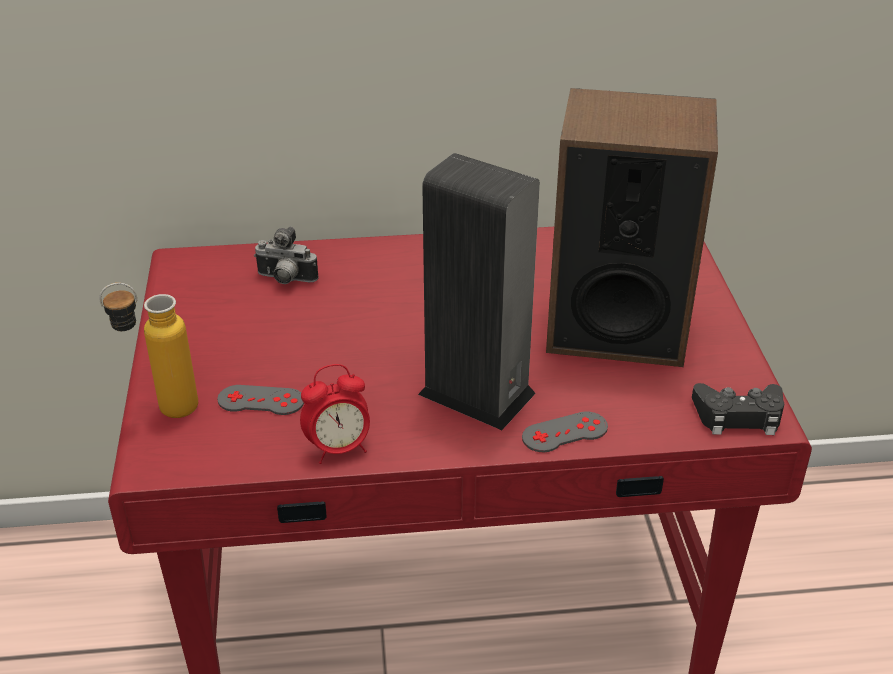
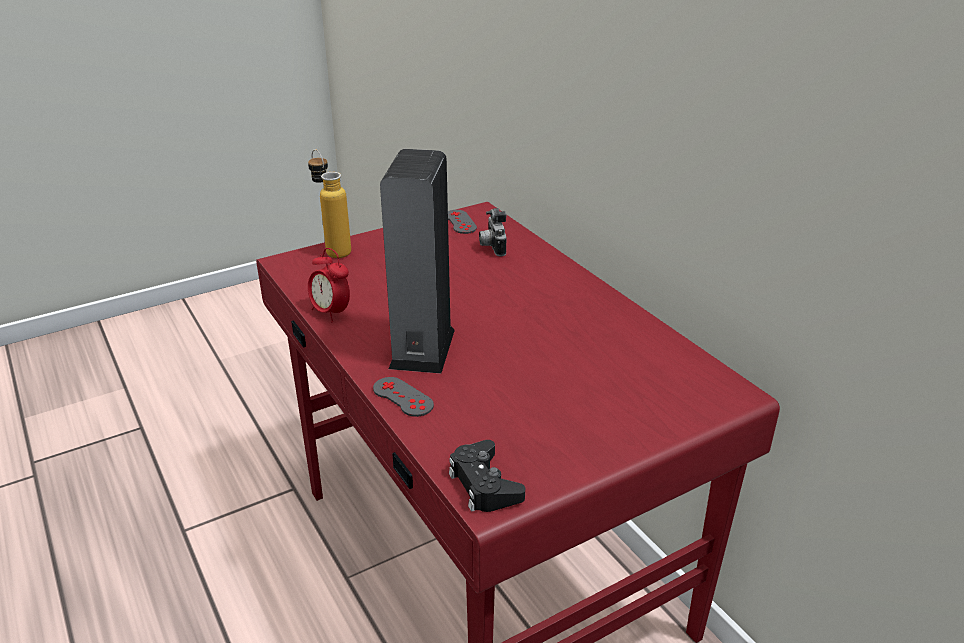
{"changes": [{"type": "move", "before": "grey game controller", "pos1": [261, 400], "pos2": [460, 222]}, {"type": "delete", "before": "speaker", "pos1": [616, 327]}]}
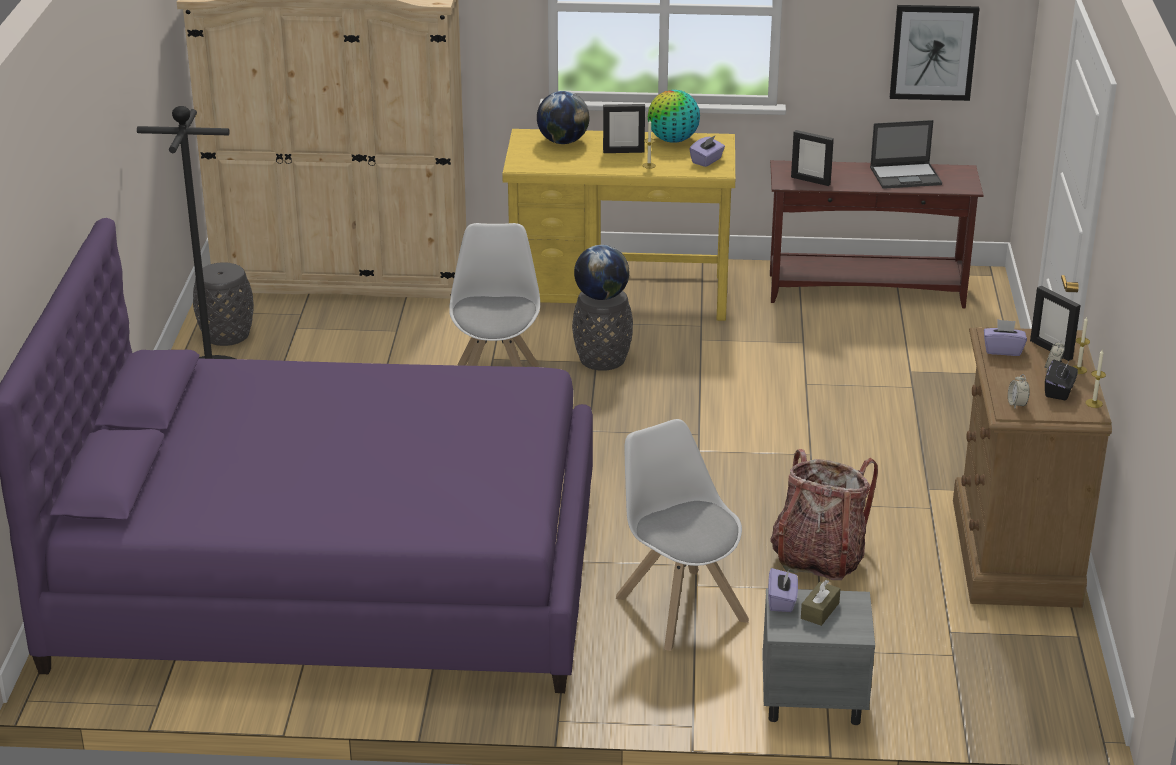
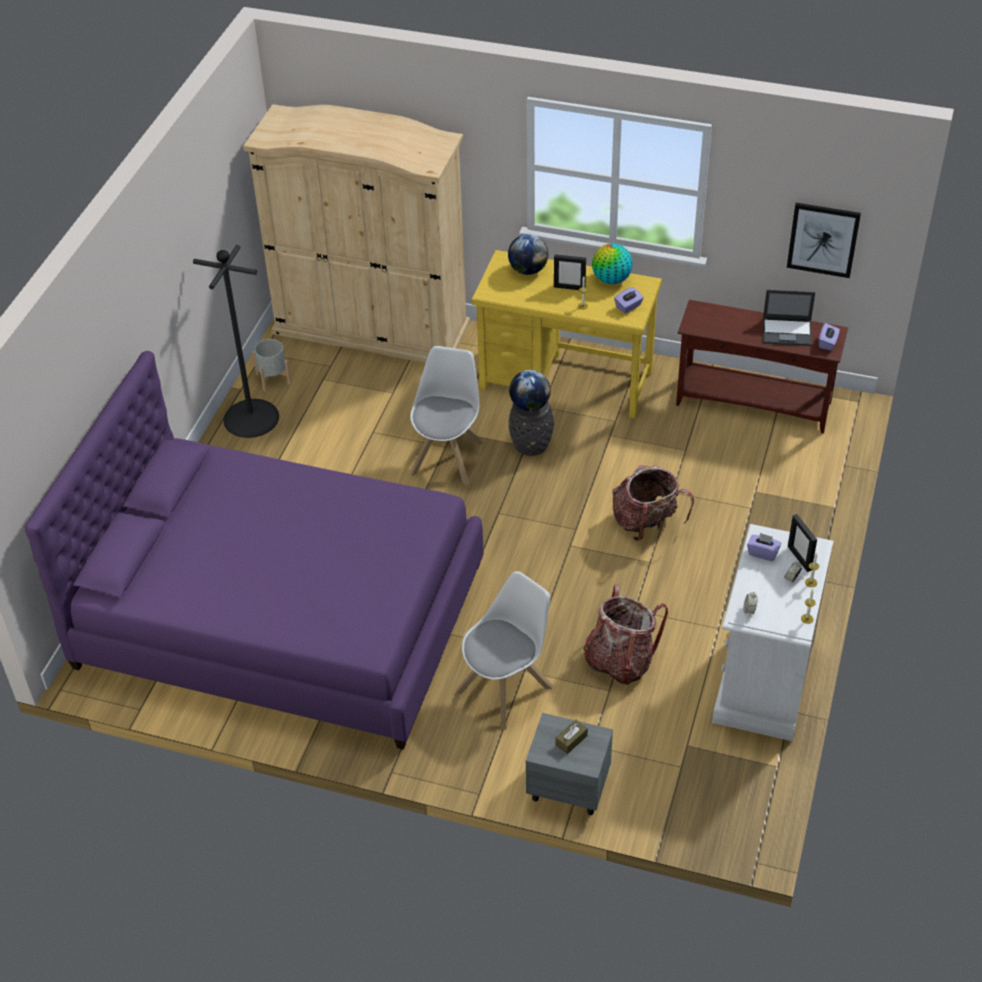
{"changes": [{"type": "replace", "before": "grey stool", "after": "grey planter", "pos1": [226, 335], "pos2": [273, 379]}, {"type": "rotate", "before": "chair", "pos1": [679, 606], "pos2": [506, 688], "turn": 60}, {"type": "insert", "after": "backpack", "pos2": [646, 523]}, {"type": "recolor", "before": "brown dresser", "after": "white dresser", "pos1": [1015, 552], "pos2": [764, 681]}, {"type": "move", "before": "purple tissue box", "pos1": [782, 601], "pos2": [827, 343]}, {"type": "delete", "before": "picture frame", "pos1": [811, 180]}, {"type": "delete", "before": "black tissue box", "pos1": [1059, 391]}]}
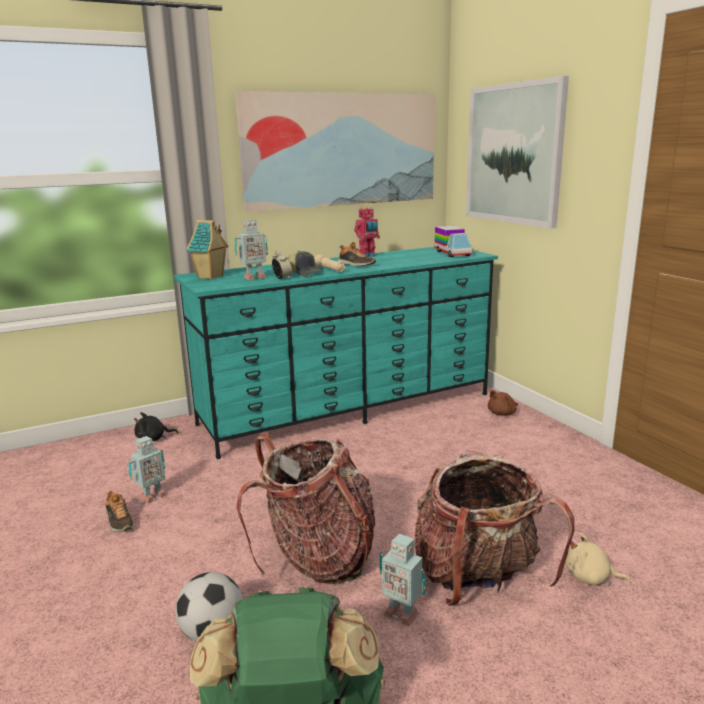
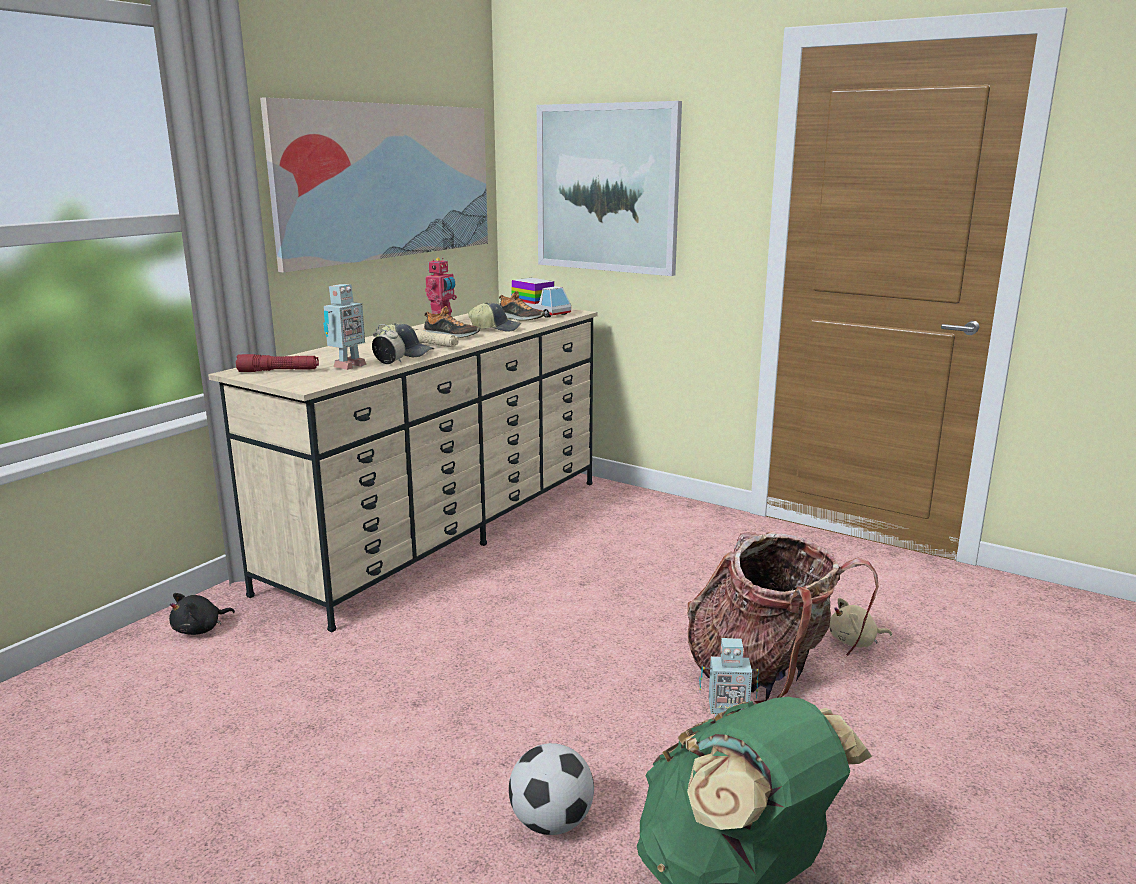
{"changes": [{"type": "recolor", "before": "turquoise dresser", "after": "beige dresser", "pos1": [348, 408], "pos2": [443, 531]}, {"type": "replace", "before": "toy house", "after": "red flashlight", "pos1": [211, 277], "pos2": [278, 371]}, {"type": "insert", "after": "cap", "pos2": [496, 329]}, {"type": "move", "before": "shoe", "pos1": [119, 521], "pos2": [519, 318]}, {"type": "delete", "before": "toy robot", "pos1": [151, 496]}, {"type": "delete", "before": "backpack", "pos1": [318, 558]}, {"type": "delete", "before": "brown plush toy", "pos1": [503, 413]}]}
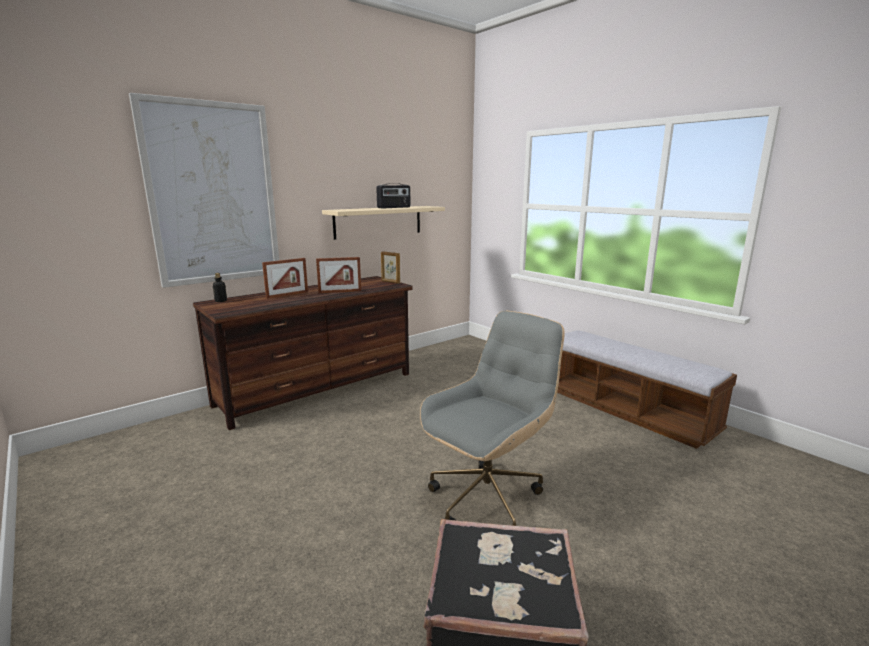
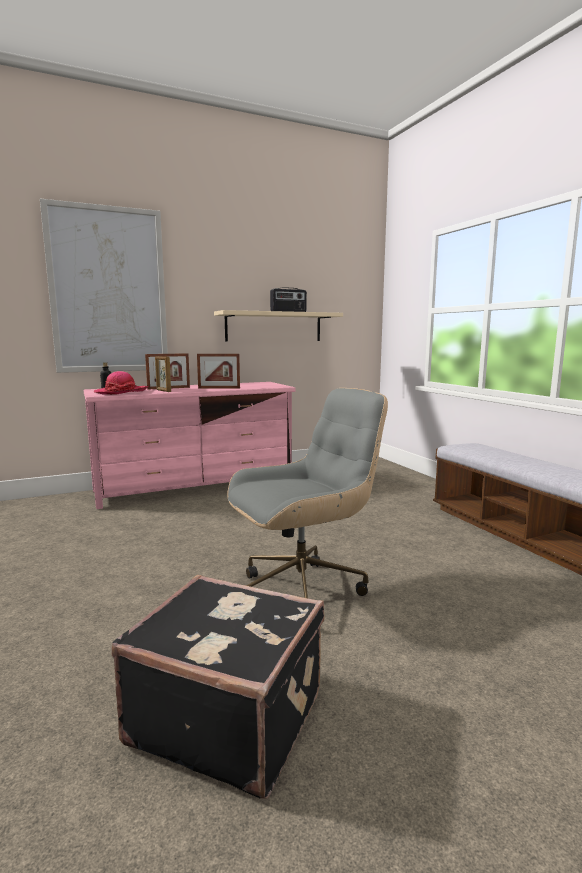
{"changes": [{"type": "recolor", "before": "brown dresser", "after": "pink dresser", "pos1": [319, 389], "pos2": [196, 487]}, {"type": "insert", "after": "hat", "pos2": [121, 392]}, {"type": "move", "before": "picture frame", "pos1": [390, 282], "pos2": [163, 391]}]}
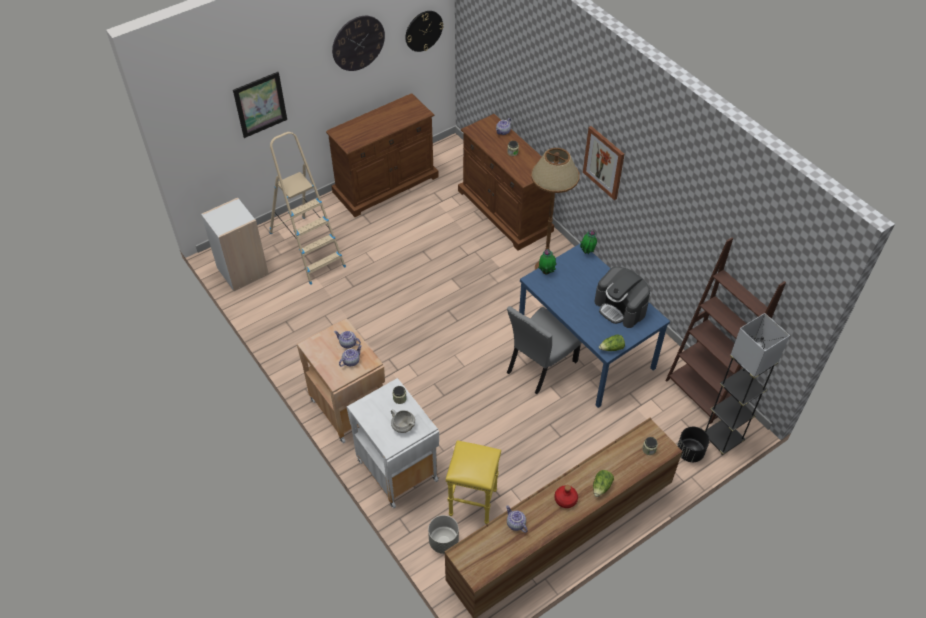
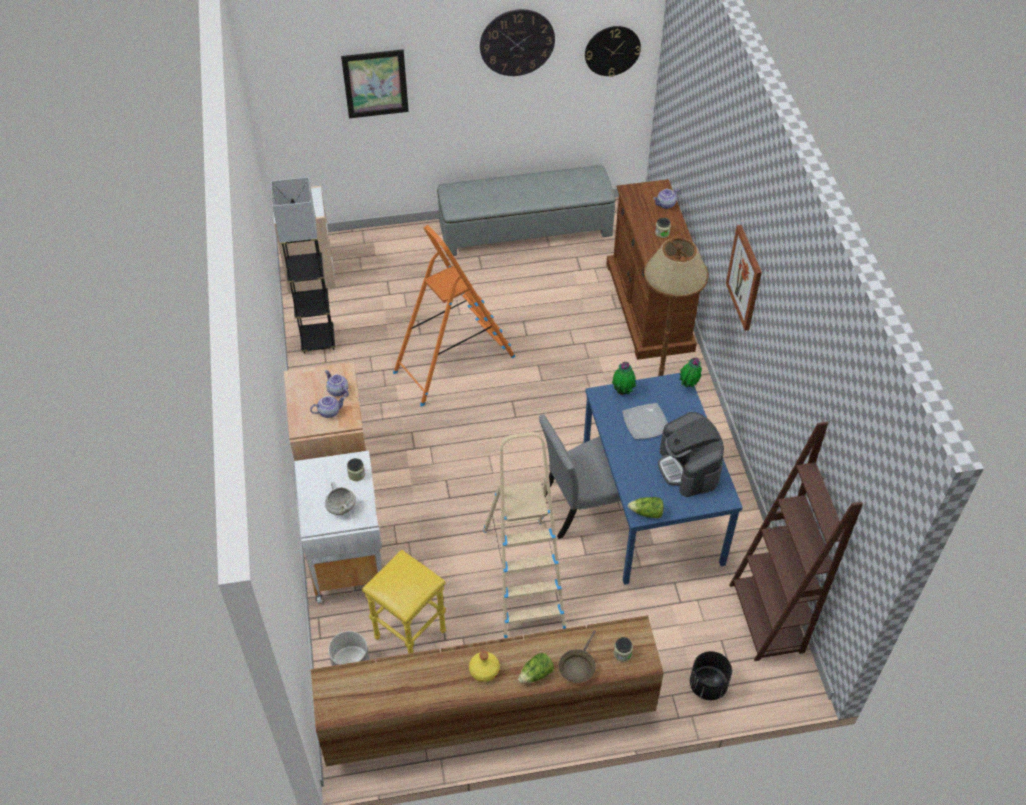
{"changes": [{"type": "move", "before": "grey floor lamp", "pos1": [722, 438], "pos2": [318, 340]}, {"type": "insert", "after": "orange step ladder", "pos2": [455, 364]}, {"type": "replace", "before": "brown dresser", "after": "grey bench", "pos1": [386, 183], "pos2": [526, 228]}, {"type": "recolor", "before": "red bottle", "after": "yellow bottle", "pos1": [565, 499], "pos2": [484, 670]}, {"type": "move", "before": "beige step ladder", "pos1": [307, 249], "pos2": [523, 578]}, {"type": "insert", "after": "brown frying pan", "pos2": [578, 666]}, {"type": "insert", "after": "plate", "pos2": [645, 422]}, {"type": "delete", "before": "teapot", "pos1": [515, 524]}]}
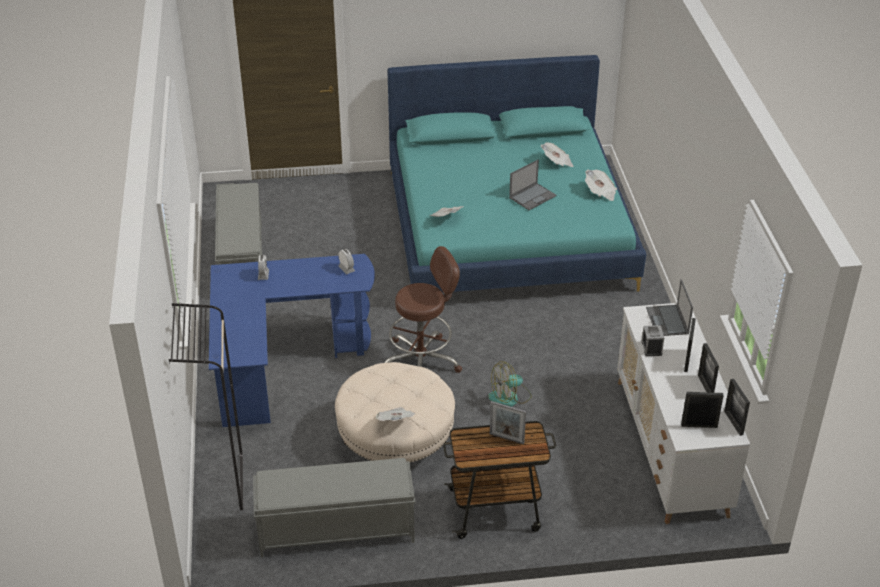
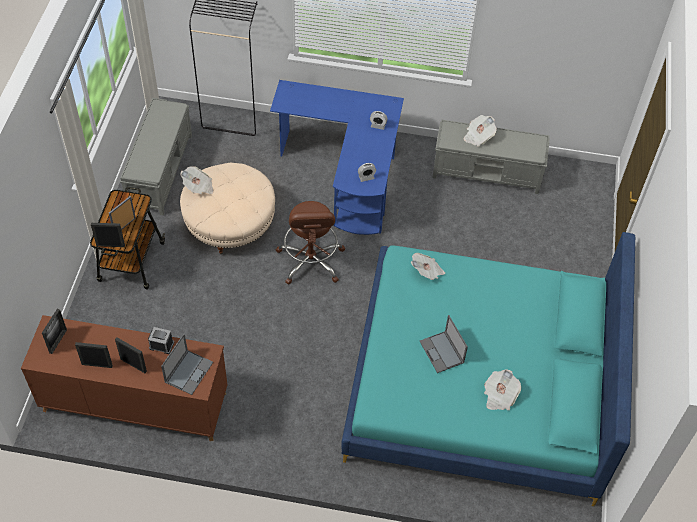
{"changes": [{"type": "recolor", "before": "white dresser", "after": "brown dresser", "pos1": [670, 446], "pos2": [135, 402]}, {"type": "move", "before": "picture frame", "pos1": [733, 423], "pos2": [110, 245]}, {"type": "rotate", "before": "laptop", "pos1": [667, 321], "pos2": [189, 371], "turn": 105}, {"type": "move", "before": "newspaper", "pos1": [600, 192], "pos2": [478, 136]}, {"type": "delete", "before": "fan", "pos1": [510, 397]}]}
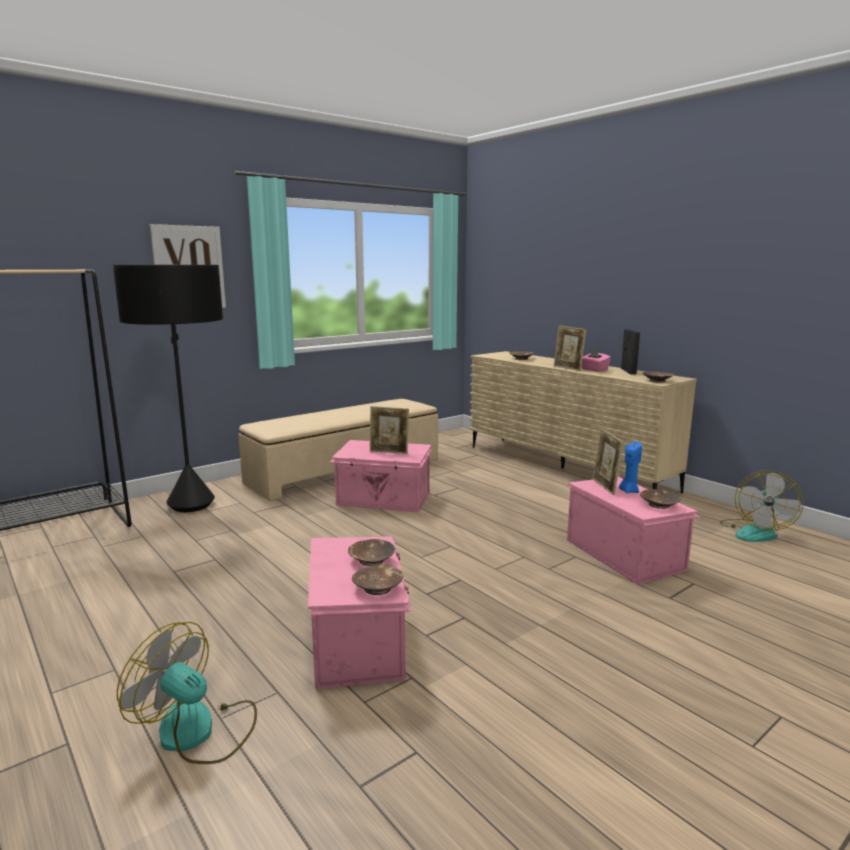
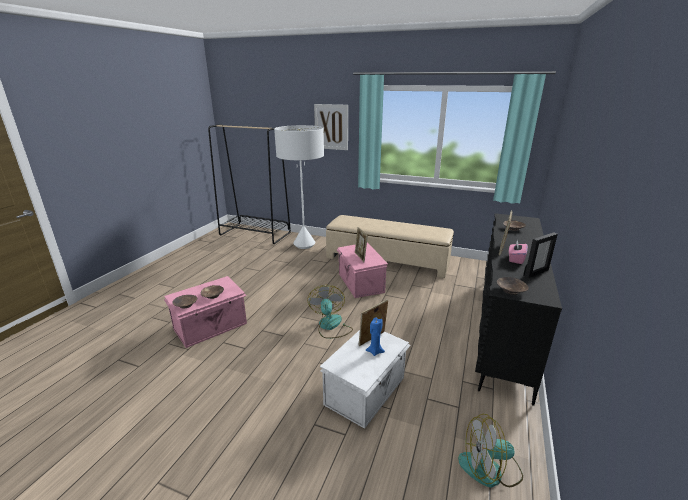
{"changes": [{"type": "recolor", "before": "black floor lamp", "after": "white floor lamp", "pos1": [191, 505], "pos2": [304, 245]}, {"type": "move", "before": "fan", "pos1": [198, 732], "pos2": [330, 326]}, {"type": "recolor", "before": "pink storage box", "after": "white storage box", "pos1": [625, 554], "pos2": [366, 391]}, {"type": "recolor", "before": "beige dresser", "after": "black dresser", "pos1": [565, 468], "pos2": [502, 329]}, {"type": "delete", "before": "brown bowl", "pos1": [658, 504]}]}
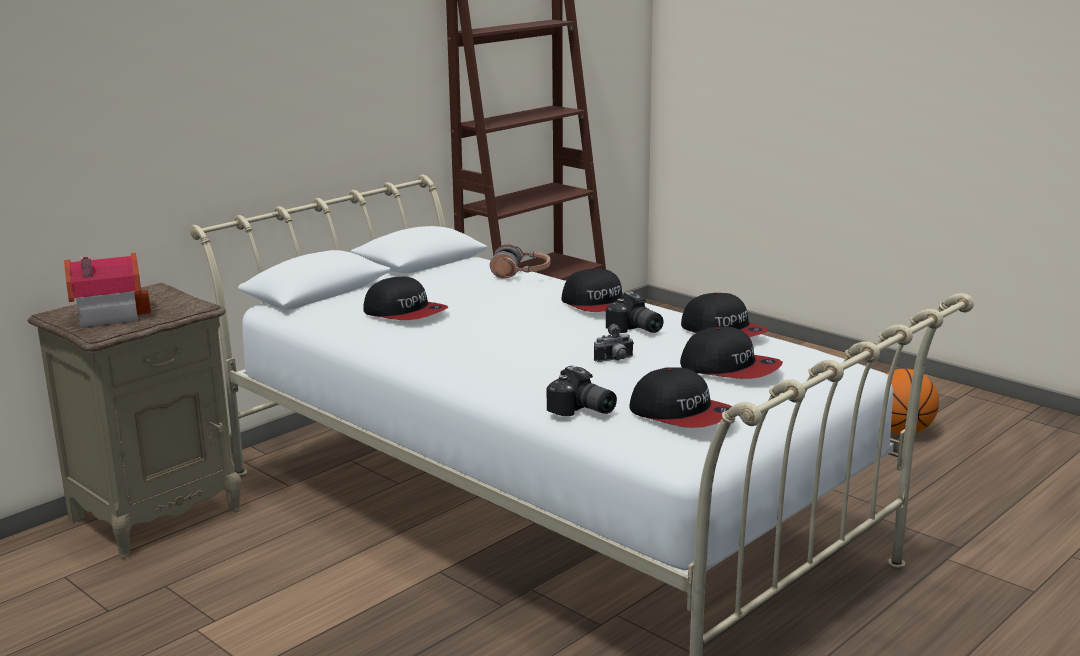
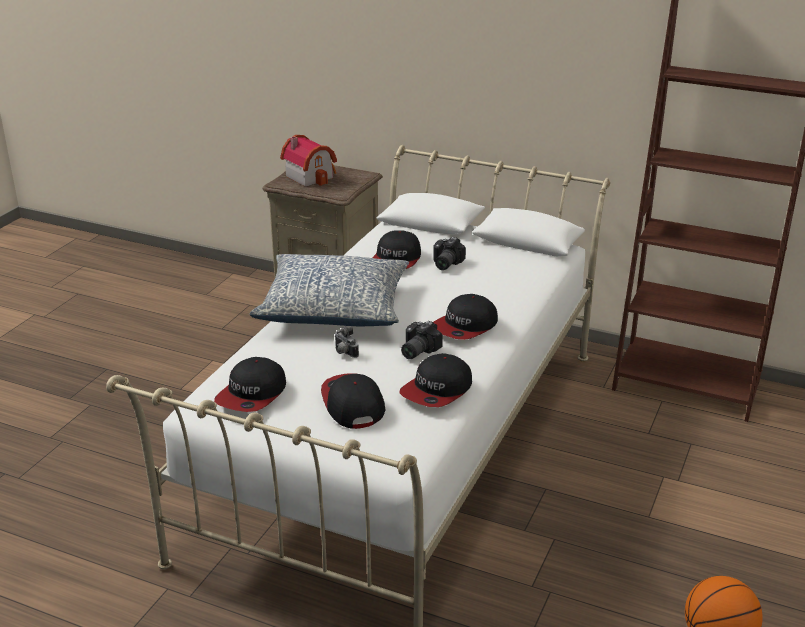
{"changes": [{"type": "insert", "after": "pillow", "pos2": [334, 308]}, {"type": "rotate", "before": "cap", "pos1": [730, 368], "pos2": [352, 403], "turn": 150}, {"type": "move", "before": "photo camera", "pos1": [582, 410], "pos2": [444, 263]}, {"type": "delete", "before": "headphones", "pos1": [521, 274]}]}
